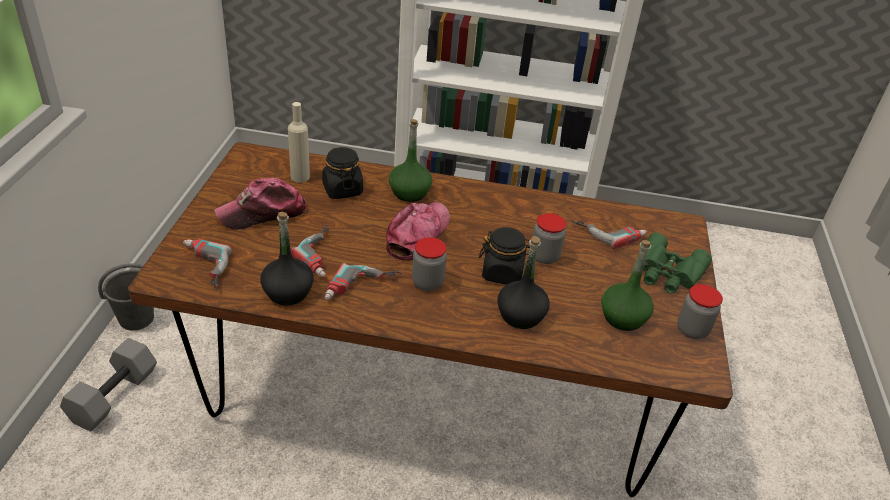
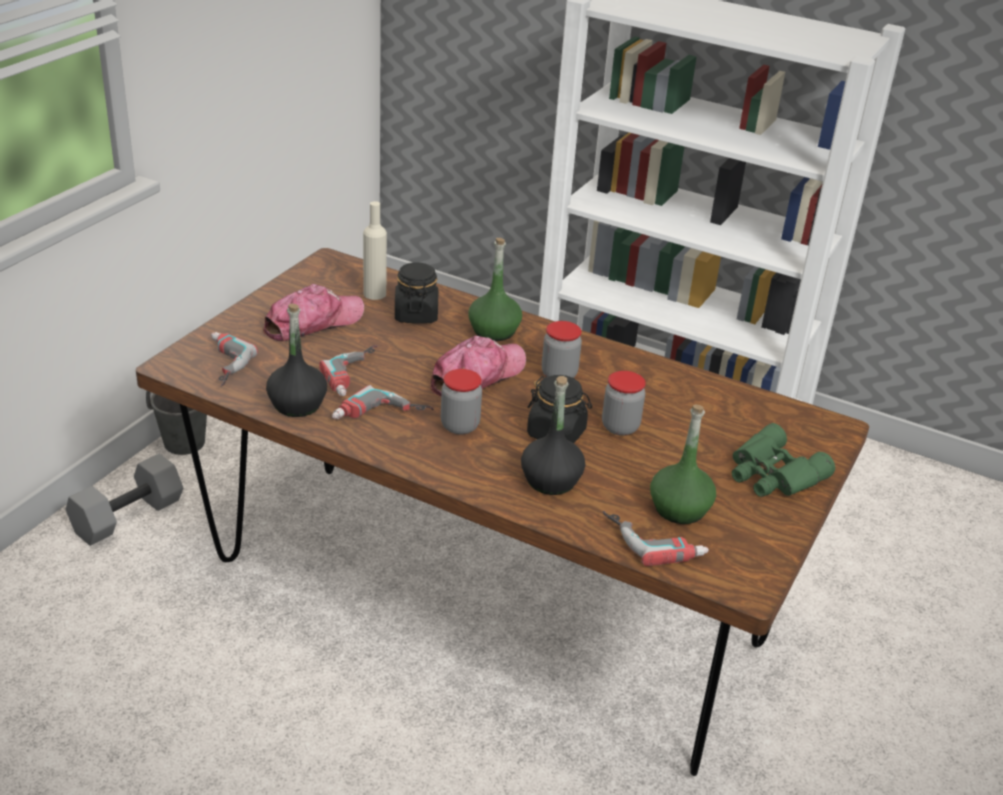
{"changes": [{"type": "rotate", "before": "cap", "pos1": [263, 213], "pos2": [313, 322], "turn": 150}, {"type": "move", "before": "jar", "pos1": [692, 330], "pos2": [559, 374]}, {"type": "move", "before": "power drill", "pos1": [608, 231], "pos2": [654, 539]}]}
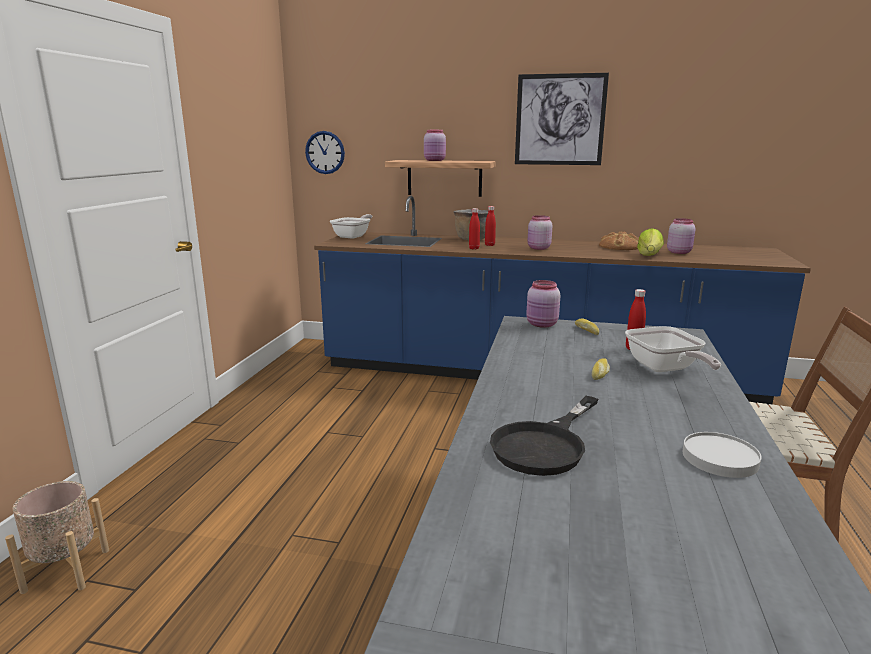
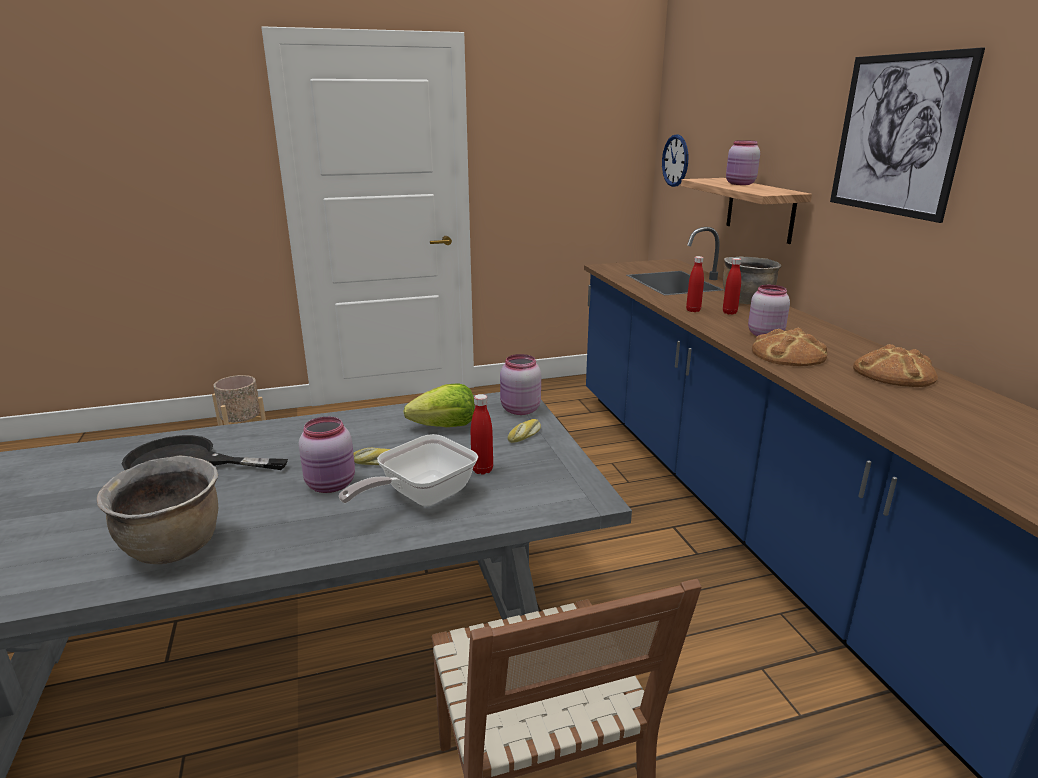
{"changes": [{"type": "replace", "before": "white plate", "after": "brown cooking pot", "pos1": [719, 458], "pos2": [174, 548]}, {"type": "move", "before": "pink jar", "pos1": [679, 252], "pos2": [332, 485]}, {"type": "move", "before": "lettuce", "pos1": [649, 256], "pos2": [445, 426]}, {"type": "insert", "after": "bread", "pos2": [788, 354]}, {"type": "delete", "before": "frying pan", "pos1": [353, 236]}]}
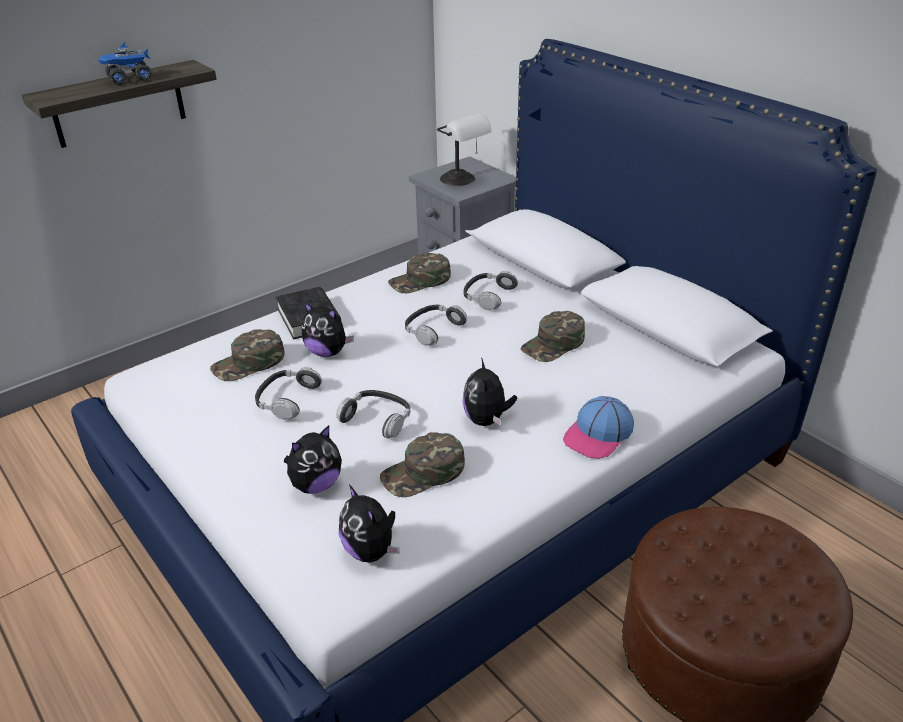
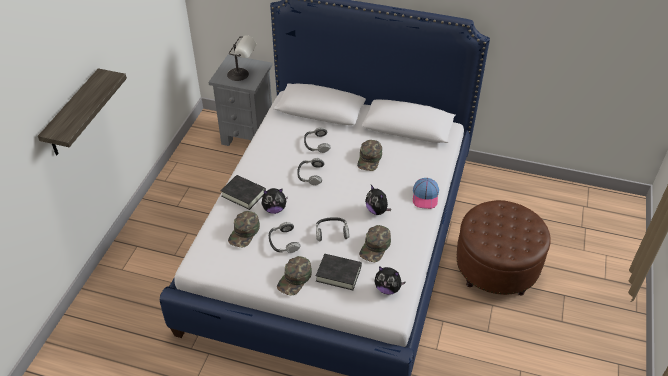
{"changes": [{"type": "move", "before": "green cap", "pos1": [420, 281], "pos2": [295, 279]}, {"type": "replace", "before": "plush toy", "after": "black book", "pos1": [315, 484], "pos2": [338, 274]}, {"type": "delete", "before": "toy truck", "pos1": [129, 80]}]}
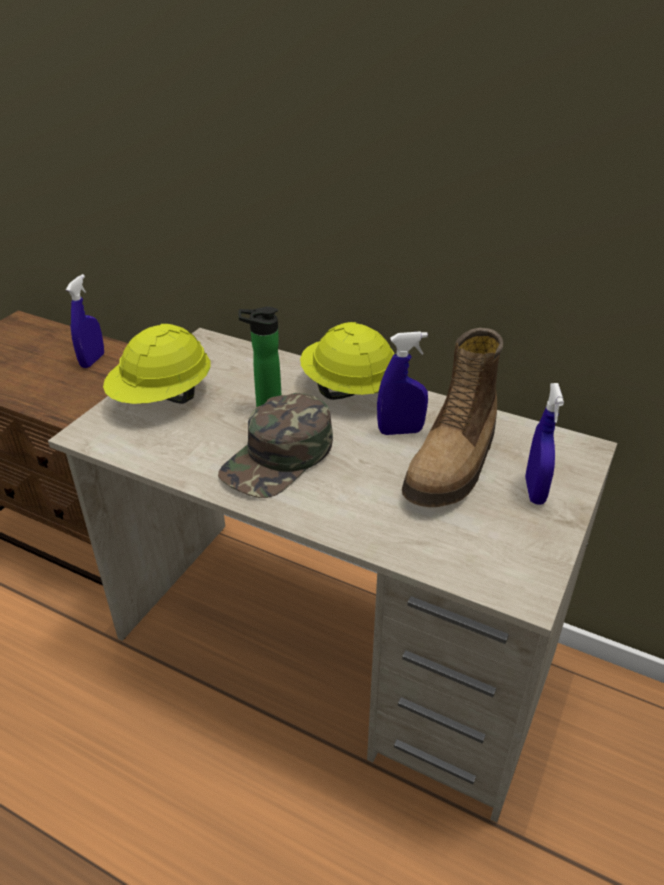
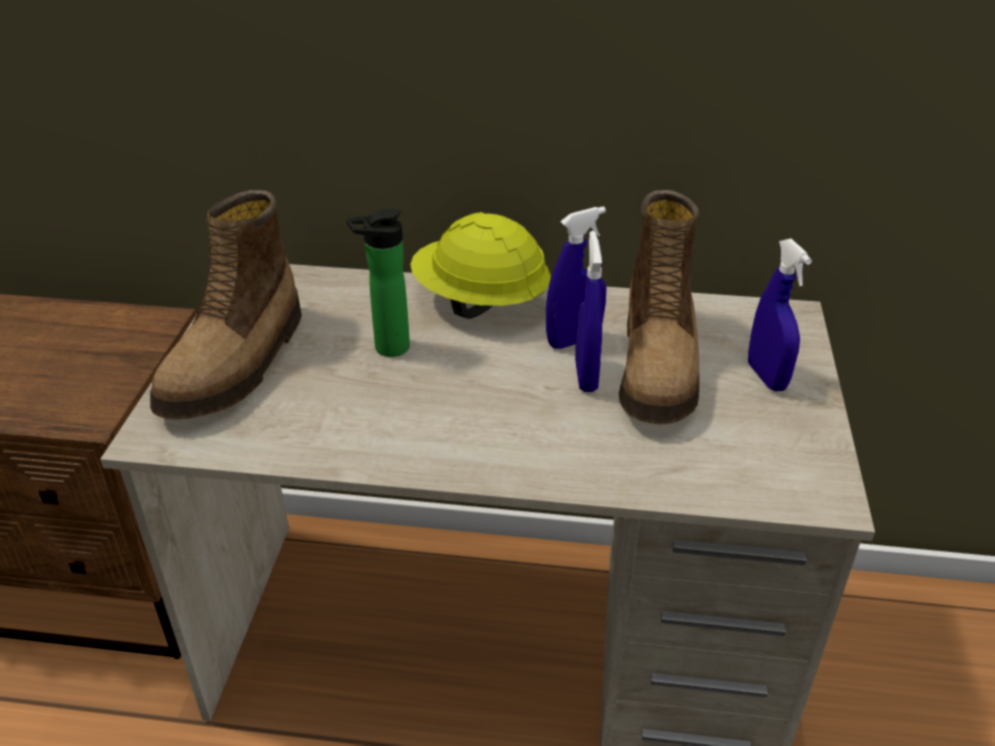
{"changes": [{"type": "replace", "before": "yellow hard hat", "after": "boot", "pos1": [162, 398], "pos2": [238, 364]}, {"type": "move", "before": "blue spray bottle", "pos1": [92, 360], "pos2": [586, 376]}, {"type": "delete", "before": "green cap", "pos1": [279, 458]}]}
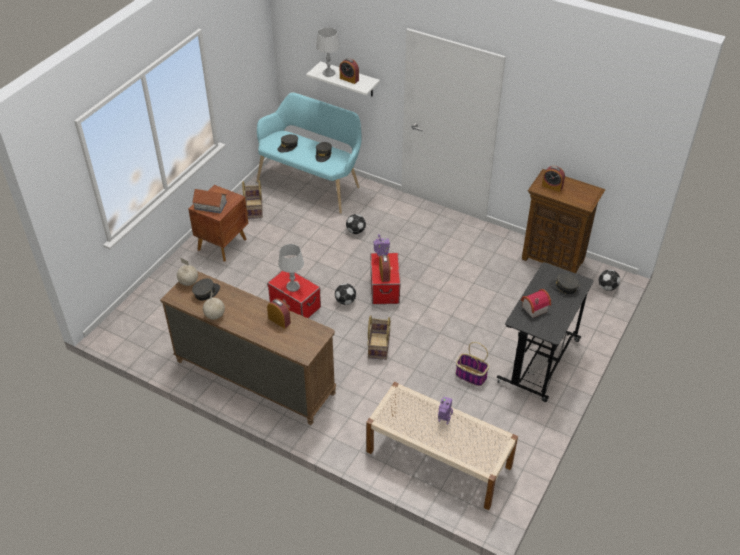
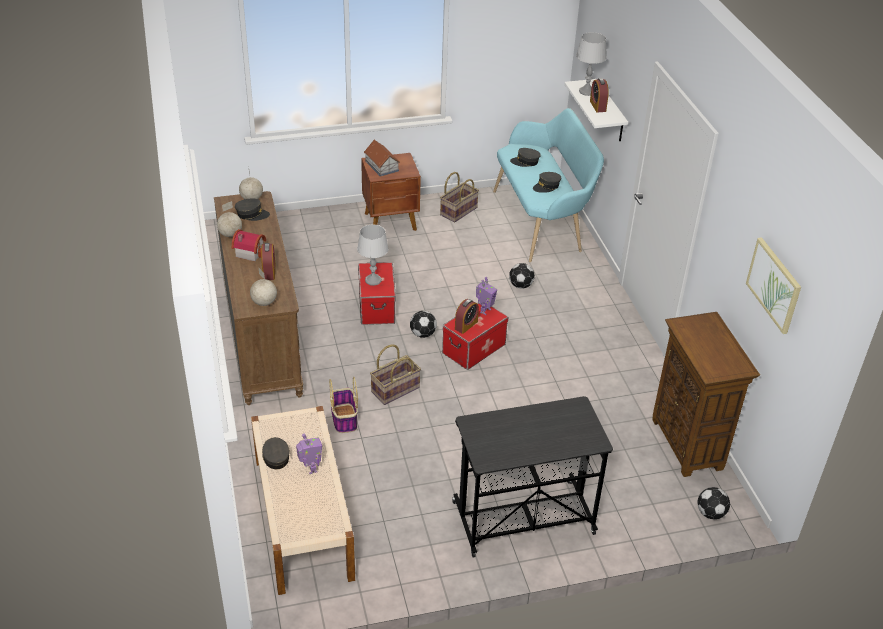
{"changes": [{"type": "move", "before": "toy house", "pos1": [533, 308], "pos2": [250, 252]}, {"type": "insert", "after": "globe", "pos2": [264, 303]}, {"type": "move", "before": "grey cap", "pos1": [563, 287], "pos2": [275, 457]}, {"type": "move", "before": "basket", "pos1": [470, 375], "pos2": [344, 418]}, {"type": "insert", "after": "picture", "pos2": [774, 284]}, {"type": "delete", "before": "alarm clock", "pos1": [552, 186]}]}
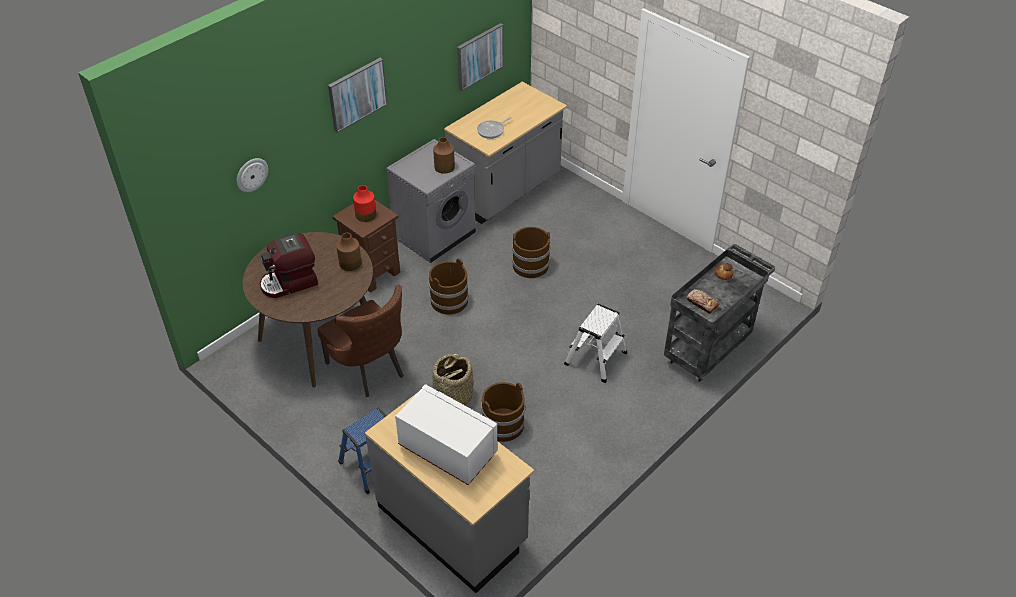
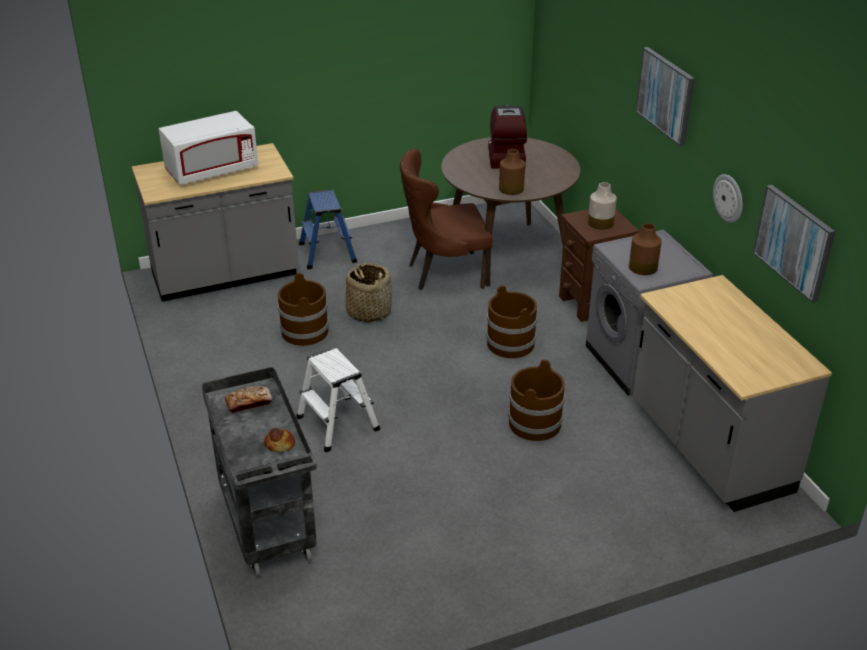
{"changes": [{"type": "recolor", "before": "red vase", "after": "beige vase", "pos1": [365, 215], "pos2": [600, 222]}, {"type": "move", "before": "wall clock", "pos1": [251, 174], "pos2": [729, 198]}, {"type": "delete", "before": "frying pan", "pos1": [492, 131]}]}
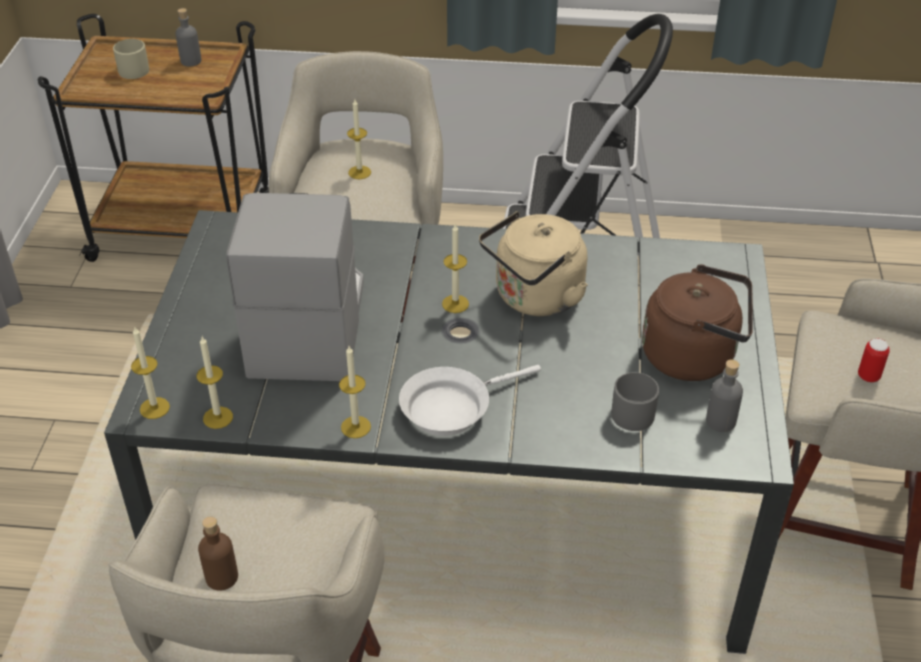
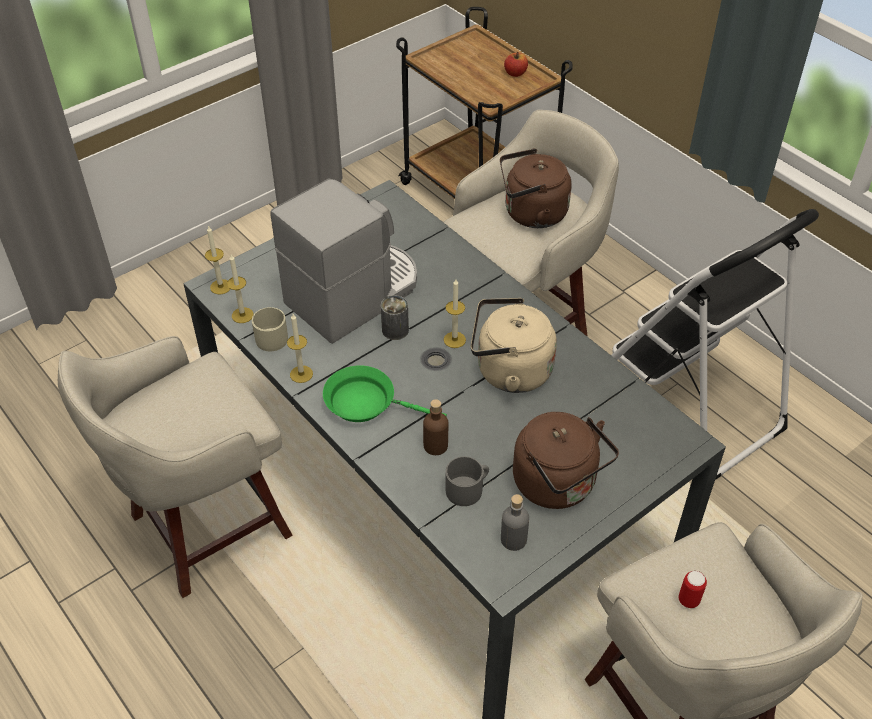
{"changes": [{"type": "move", "before": "beige mug", "pos1": [132, 69], "pos2": [273, 336]}, {"type": "recolor", "before": "white frying pan", "after": "green frying pan", "pos1": [452, 407], "pos2": [366, 402]}, {"type": "insert", "after": "can", "pos2": [395, 330]}, {"type": "move", "before": "brown bottle", "pos1": [221, 577], "pos2": [435, 445]}, {"type": "replace", "before": "candle", "after": "brown kettle", "pos1": [359, 172], "pos2": [531, 214]}, {"type": "replace", "before": "grey bottle", "after": "apple", "pos1": [191, 61], "pos2": [515, 73]}]}
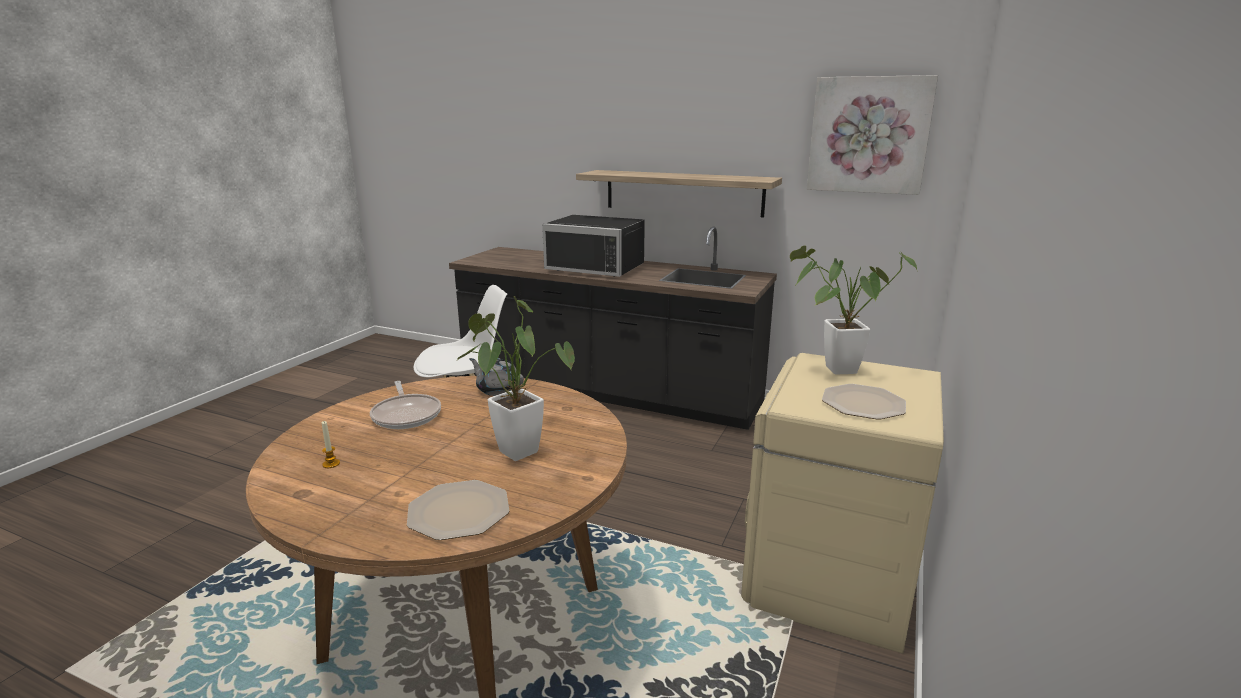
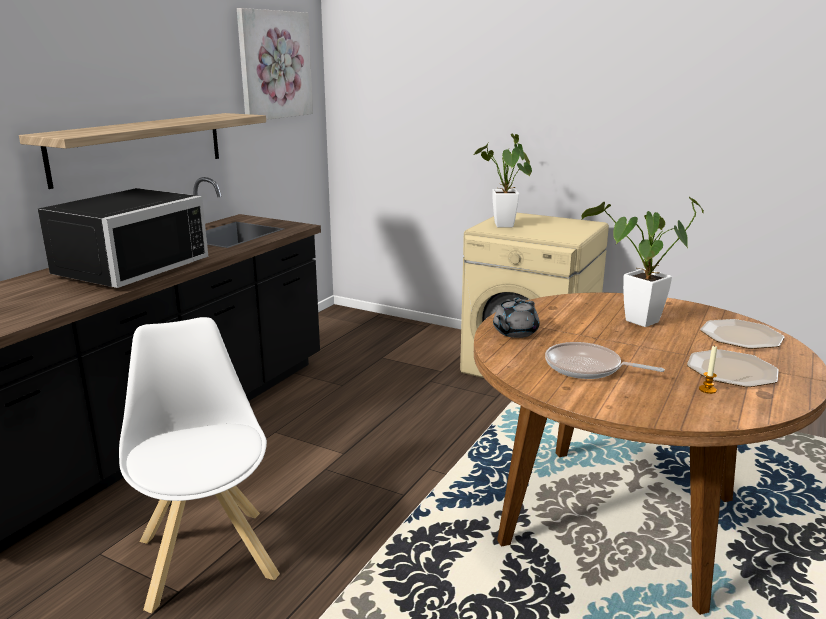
{"changes": [{"type": "rotate", "before": "frying pan", "pos1": [406, 415], "pos2": [587, 368], "turn": -135}, {"type": "move", "before": "plate", "pos1": [863, 404], "pos2": [732, 370]}]}
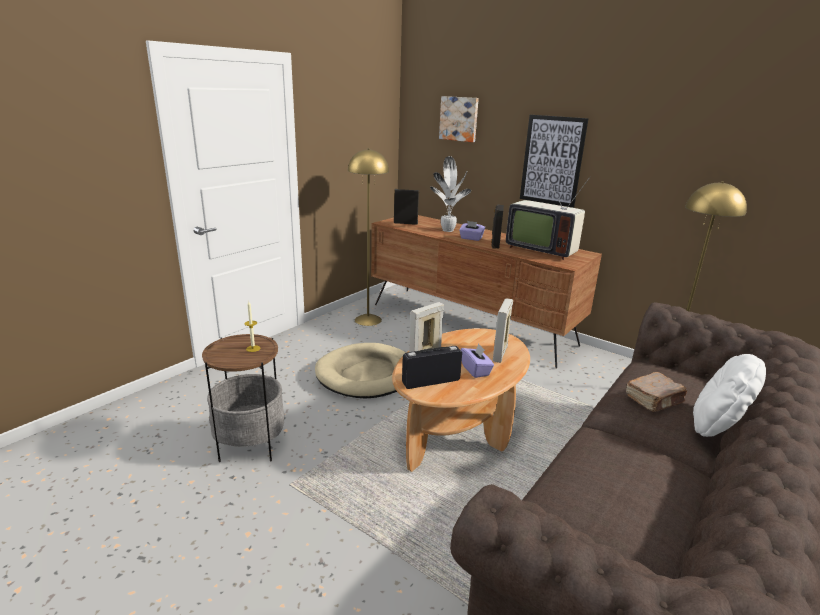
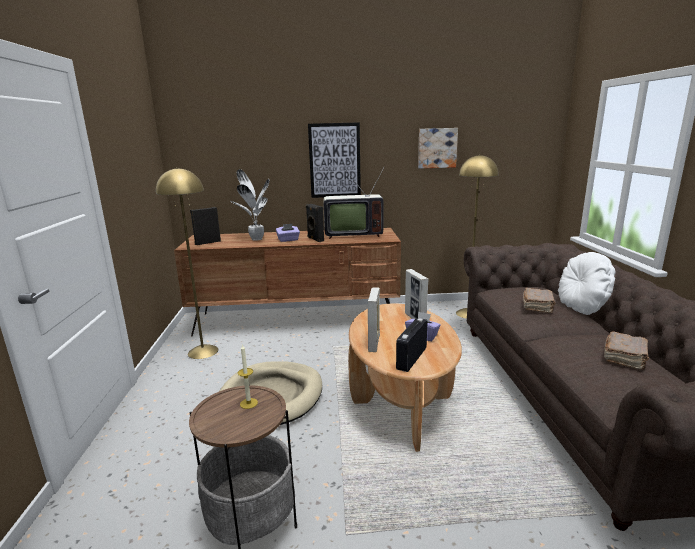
{"changes": [{"type": "move", "before": "picture", "pos1": [459, 119], "pos2": [437, 148]}, {"type": "insert", "after": "brown book", "pos2": [625, 358]}]}
